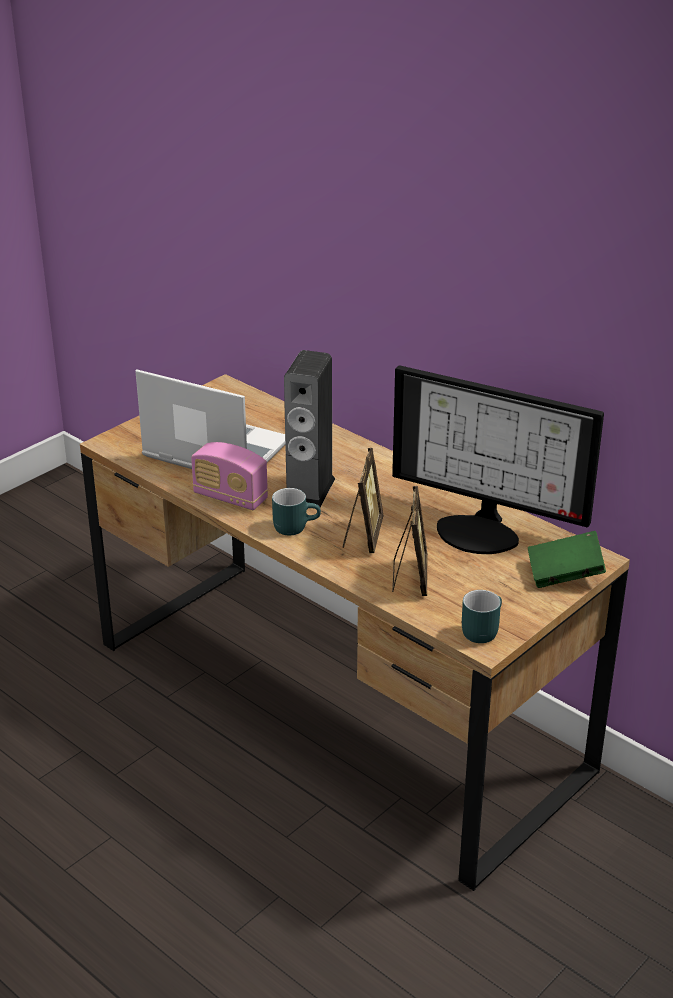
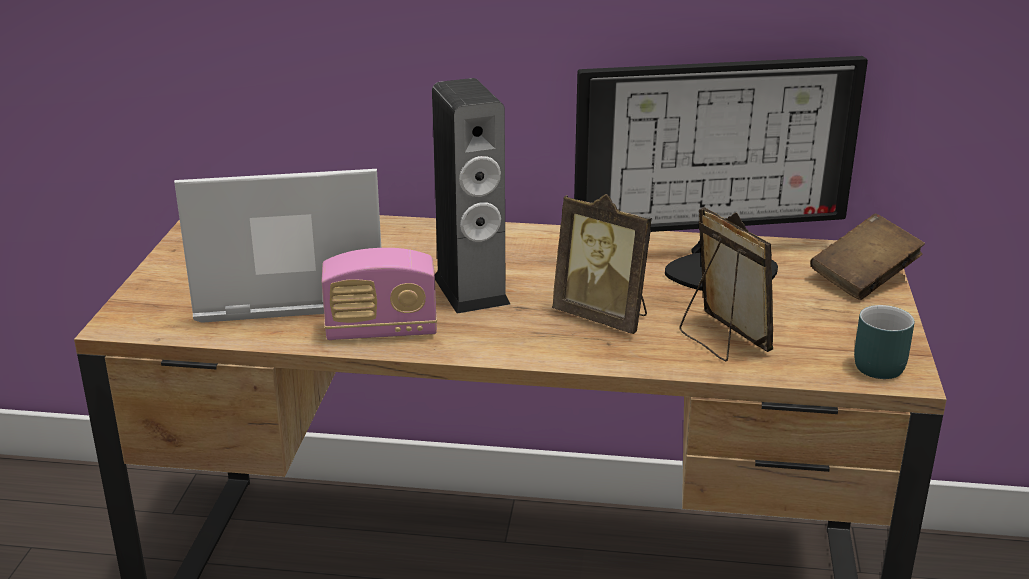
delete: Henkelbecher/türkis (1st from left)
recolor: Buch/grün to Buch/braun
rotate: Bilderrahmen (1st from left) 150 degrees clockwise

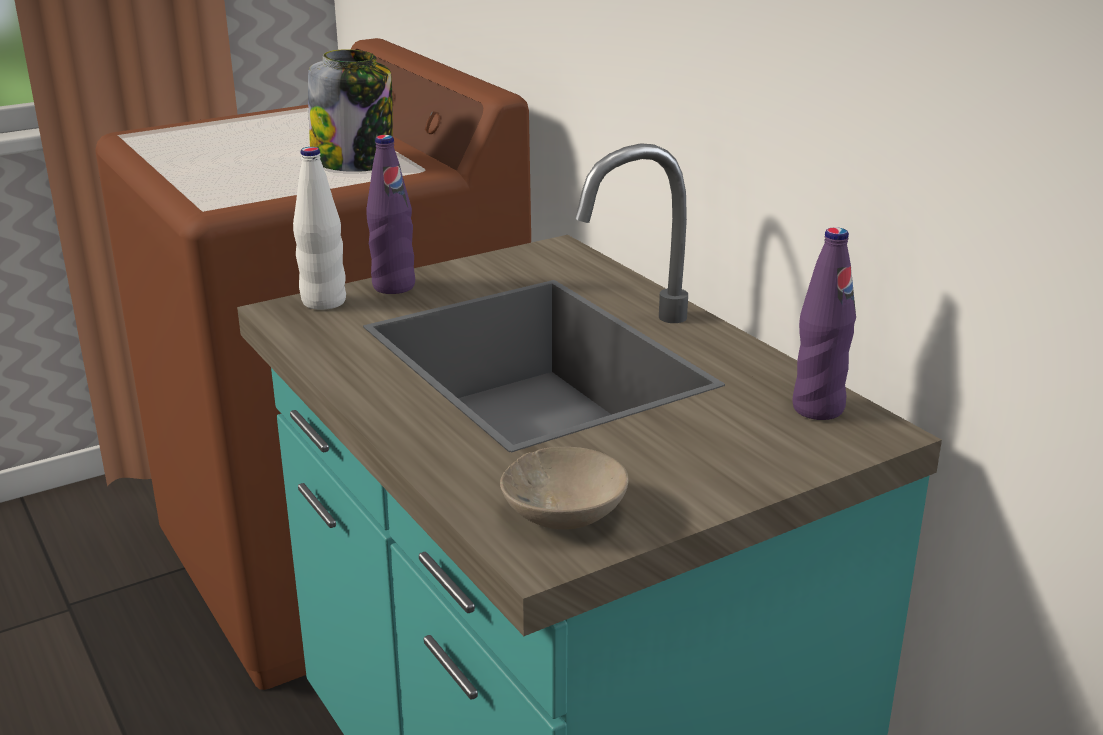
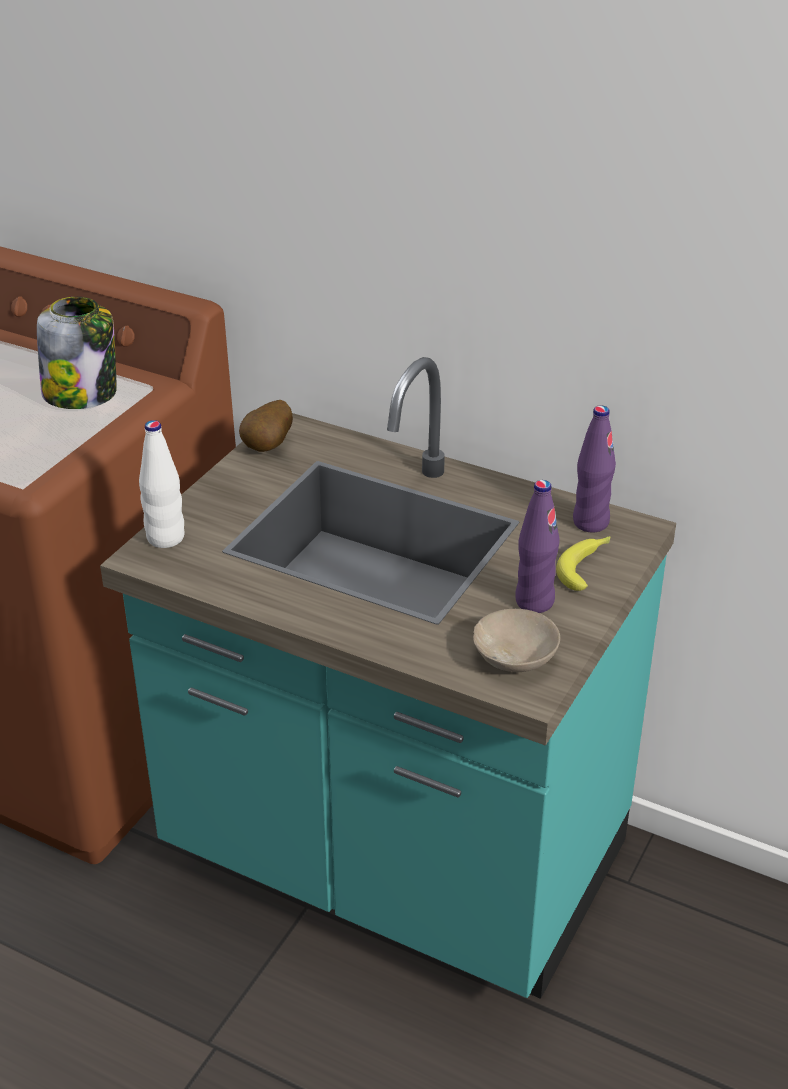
insert: Kartoffel; Banane
move: Flasche/lila (1st from left)

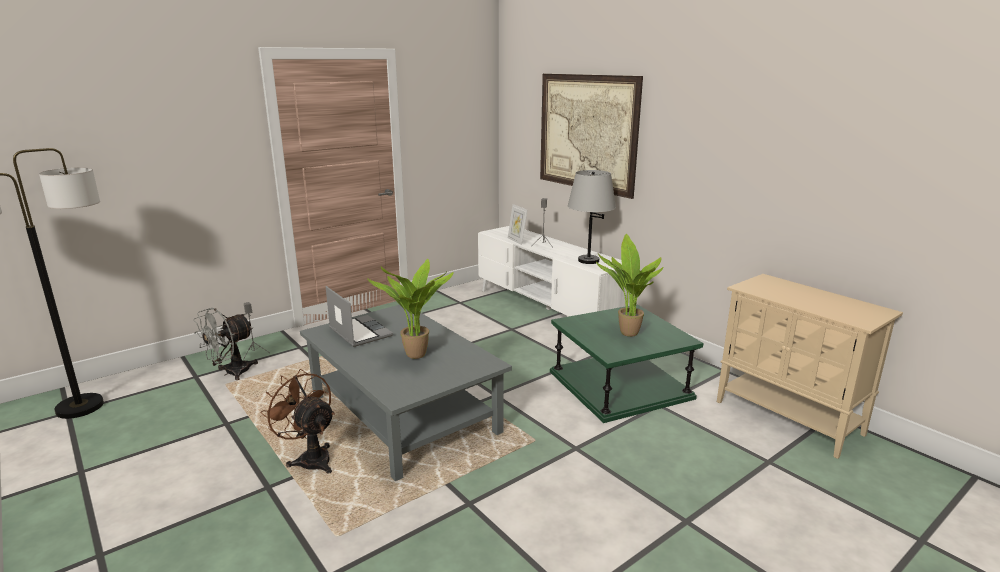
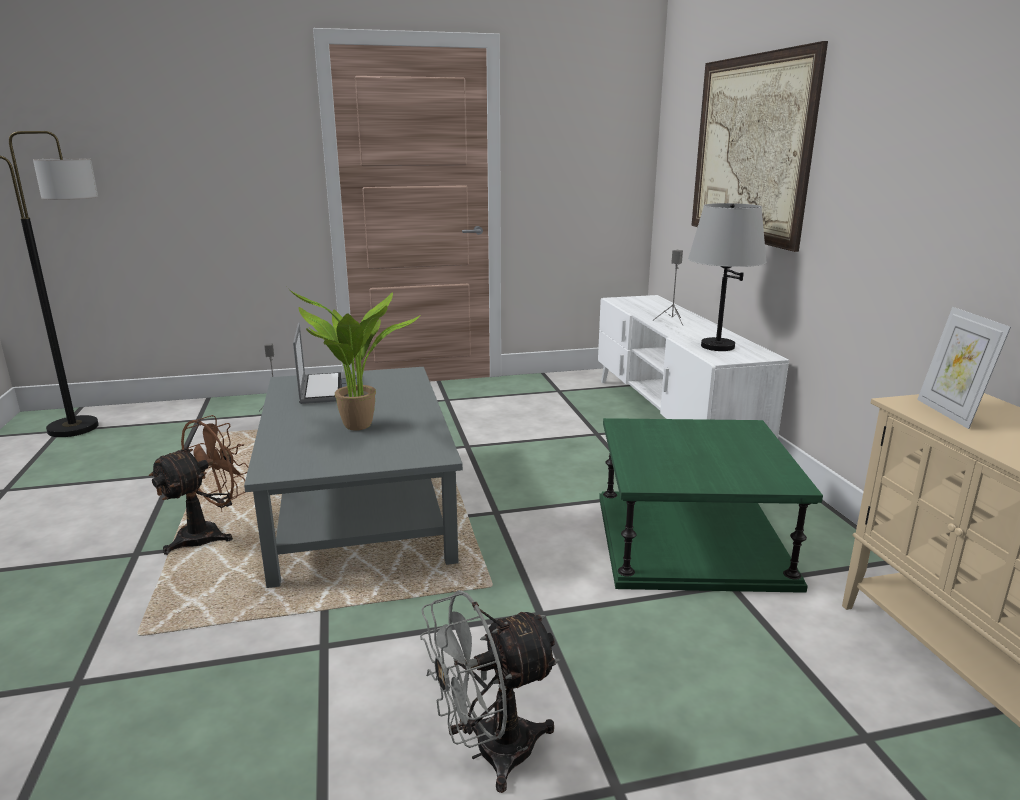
delete: Topfpflanze (2nd from left)
move: Bilderrahmen; Ventilator/grau
rotate: Ventilator/braun 60 degrees clockwise

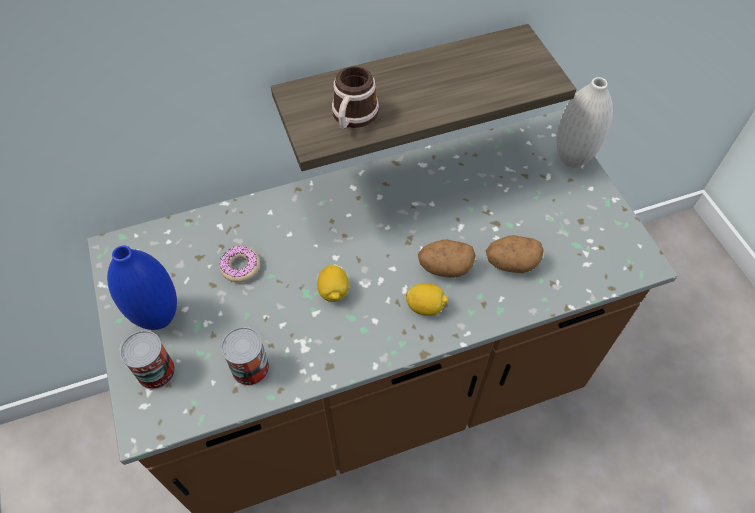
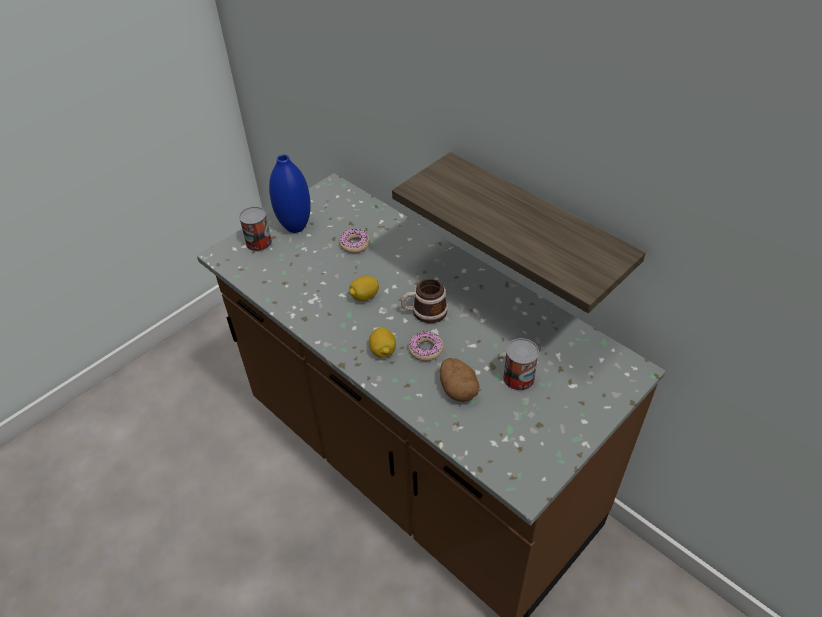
delete: Vase/weiß
move: Henkelbecher; Dose (2nd from left)
replace: Kartoffel (1st from left) to Donut (2nd from left)

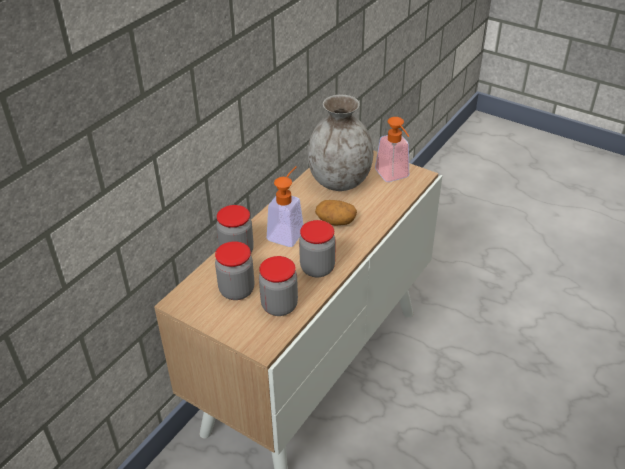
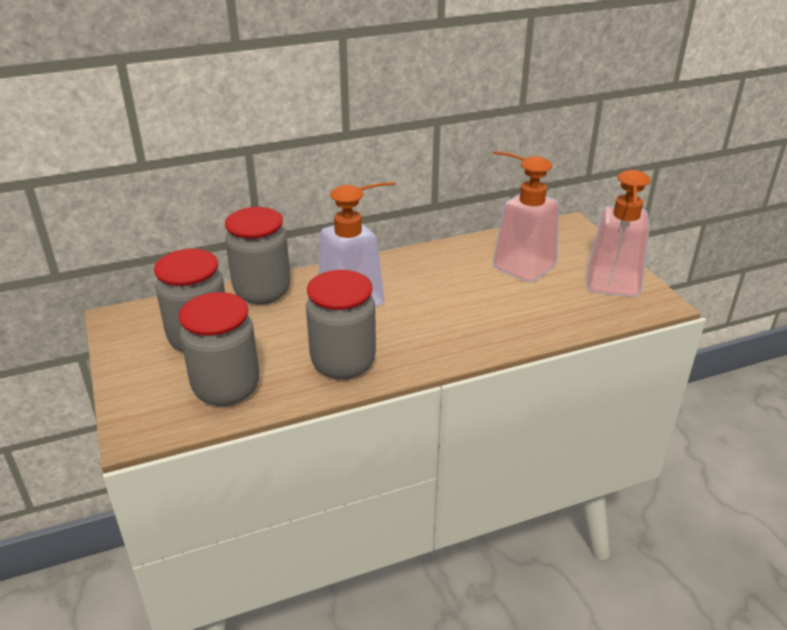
delete: Kartoffel
replace: Vase/grau to Seifenspender (2nd from left)

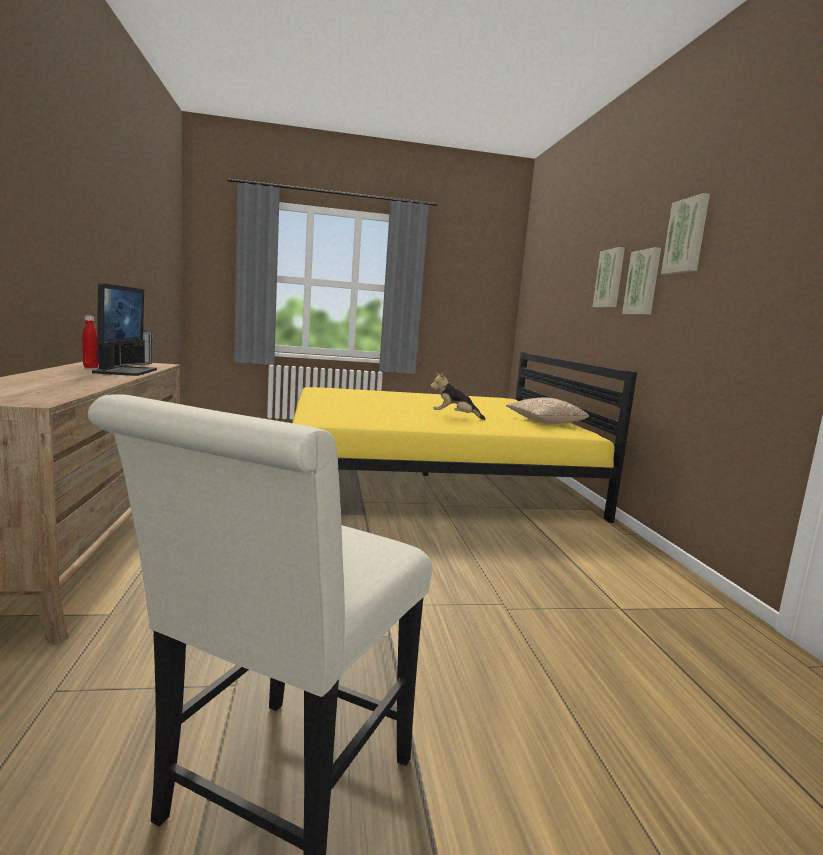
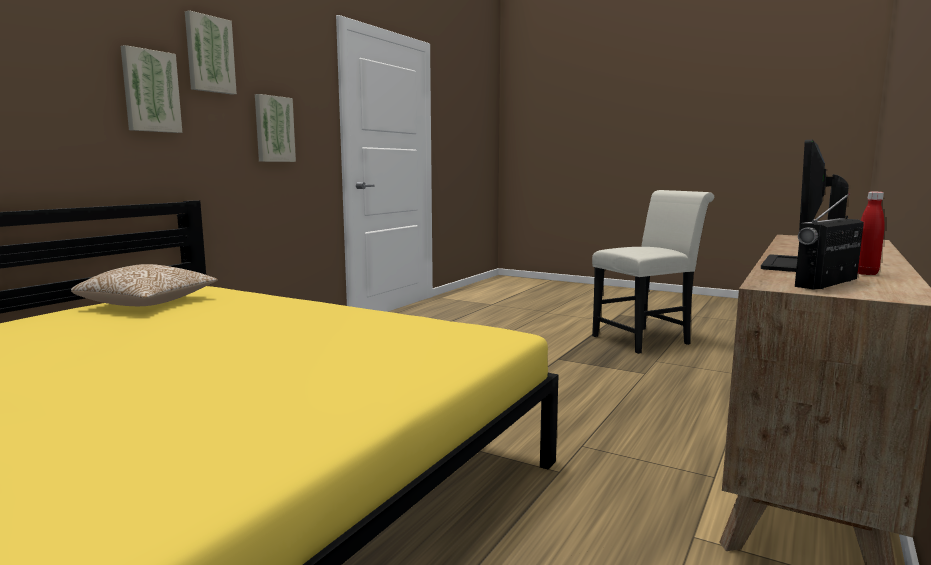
delete: Plüschtier
move: Bild (1st from left in the first image) to Bild (3rd from left)

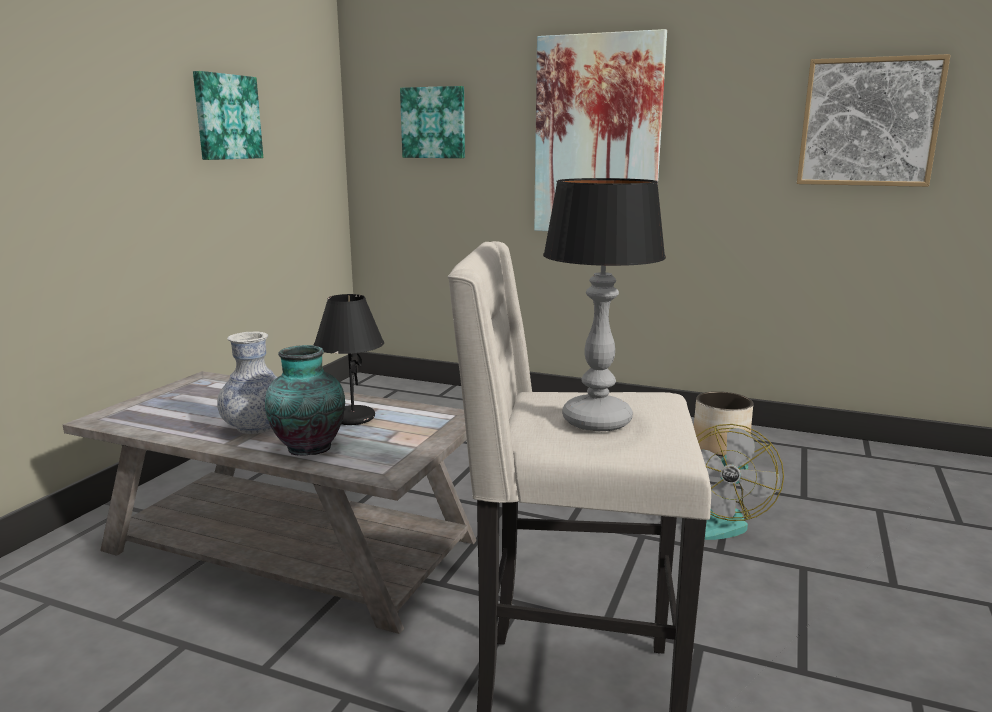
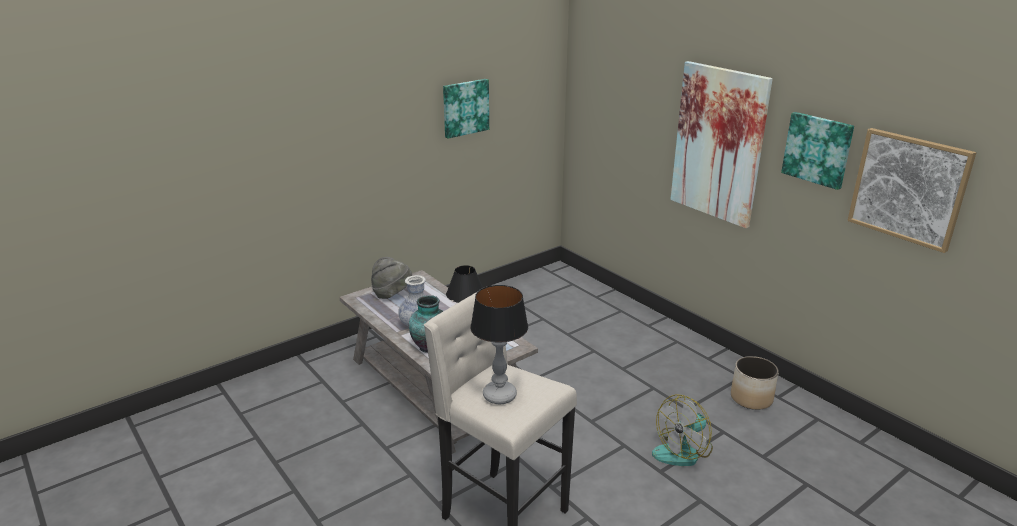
insert: Hut/grau
move: Bild (2nd from left in the first image) to Bild (3rd from left)

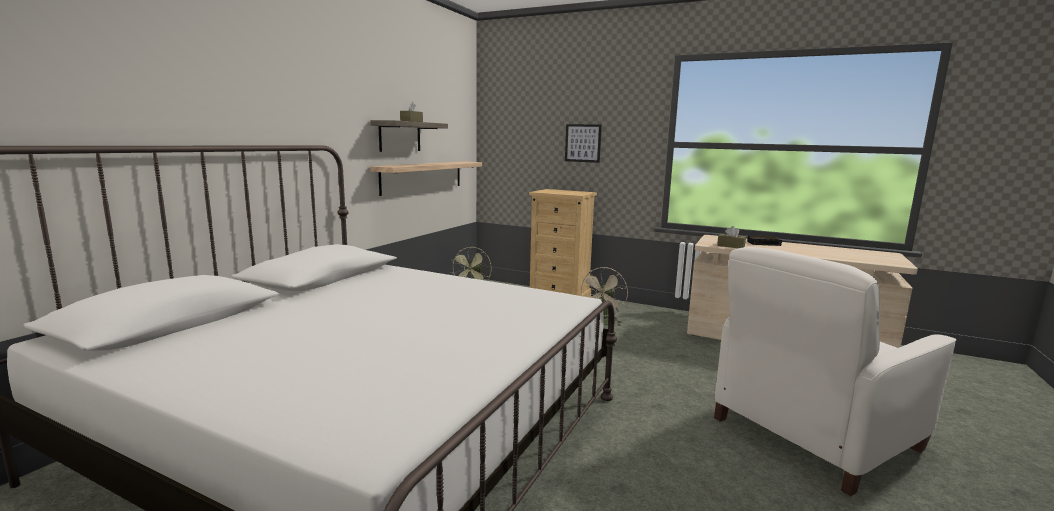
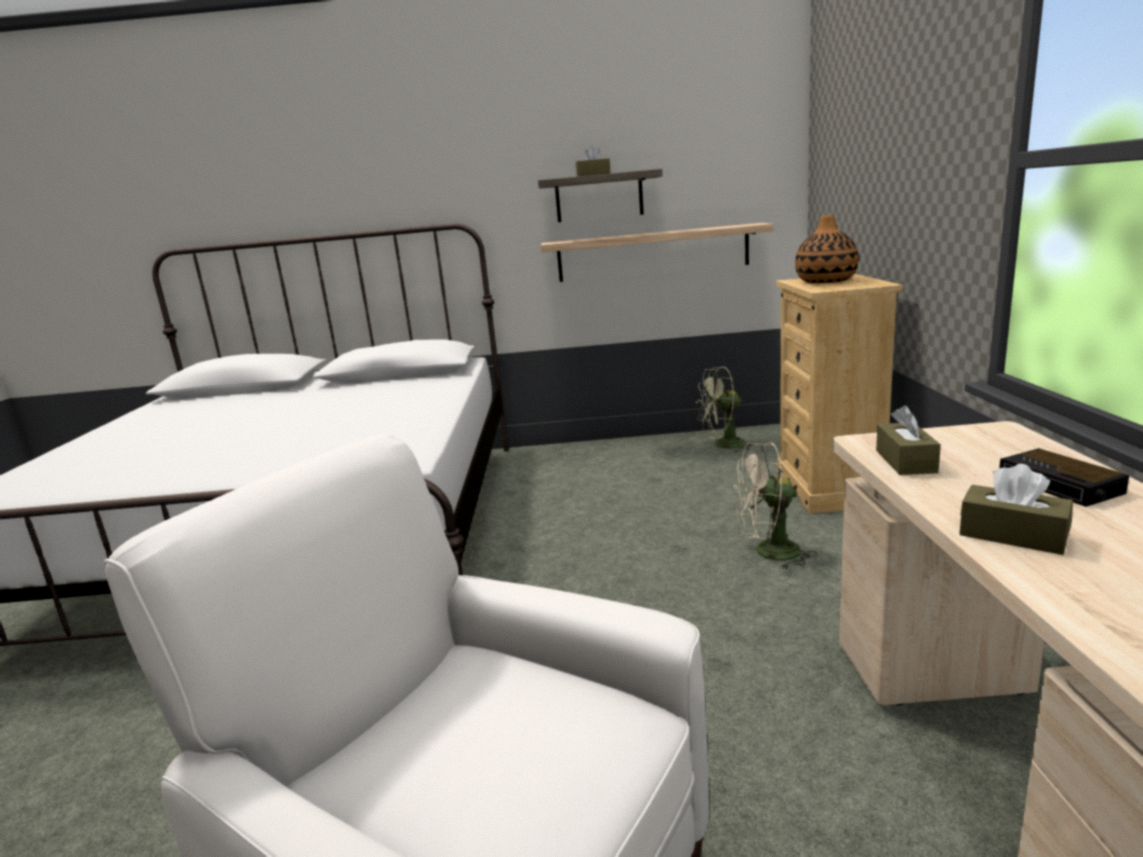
delete: Bild
insert: Vase; Taschentuchbox/braun (3rd from left)

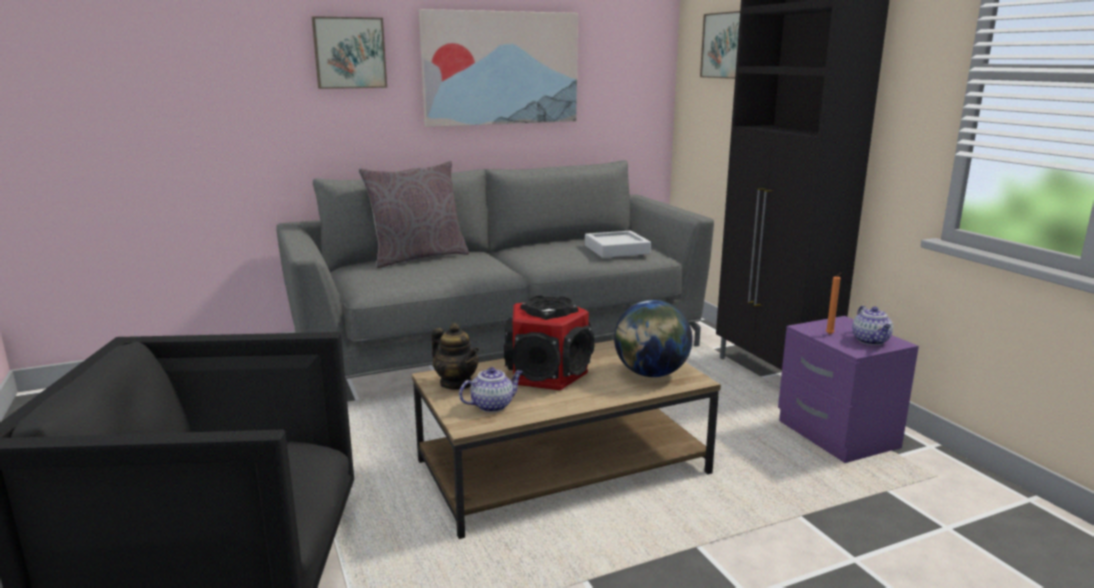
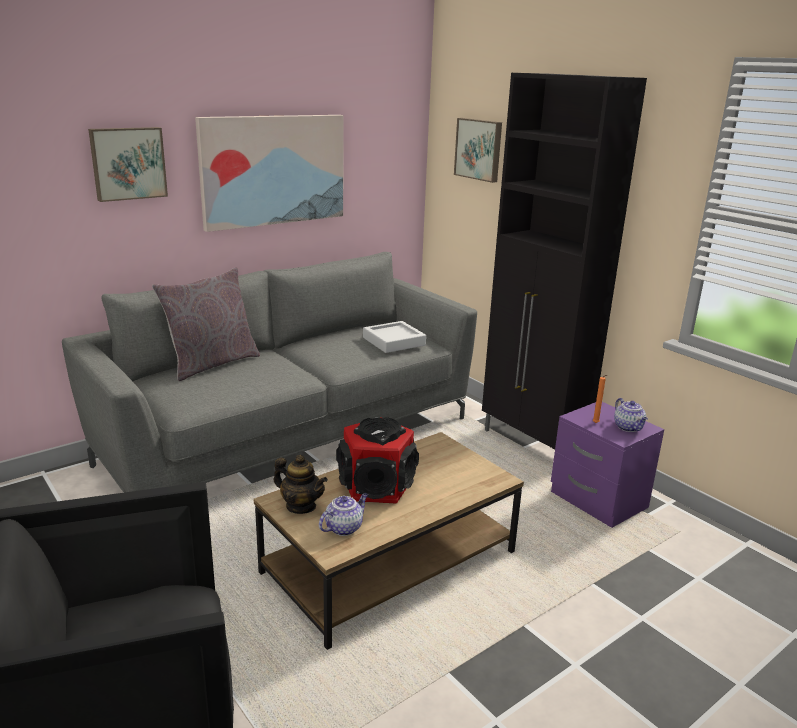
delete: Globus

